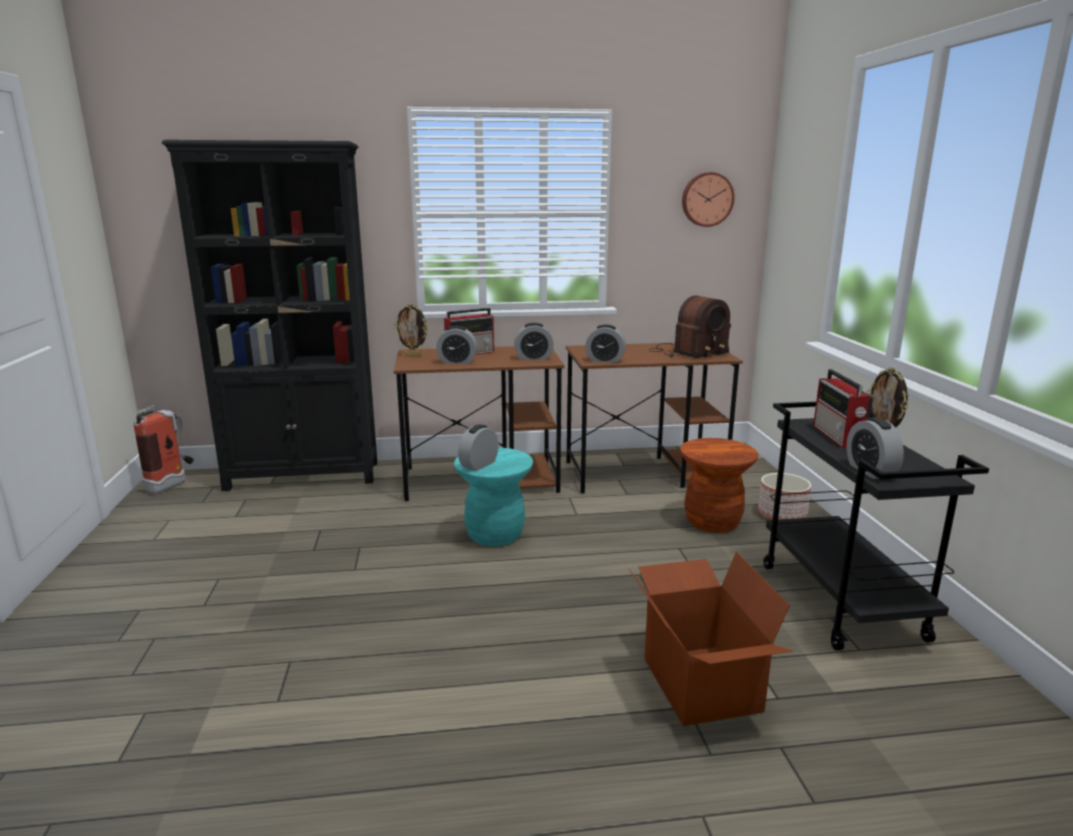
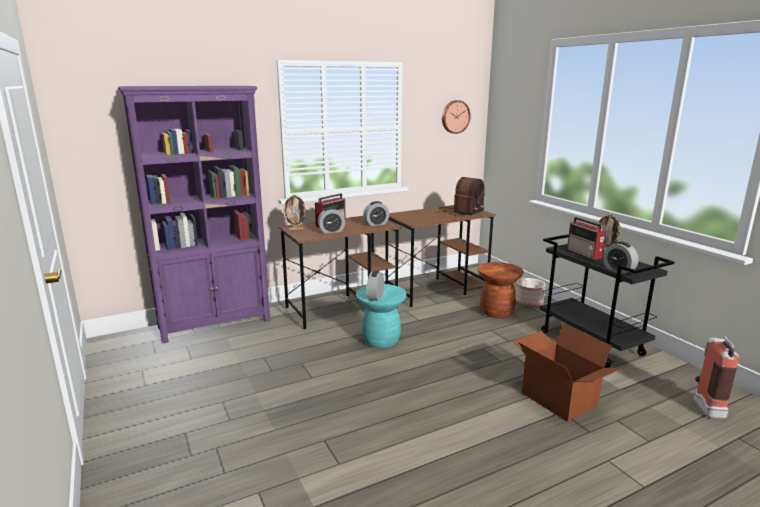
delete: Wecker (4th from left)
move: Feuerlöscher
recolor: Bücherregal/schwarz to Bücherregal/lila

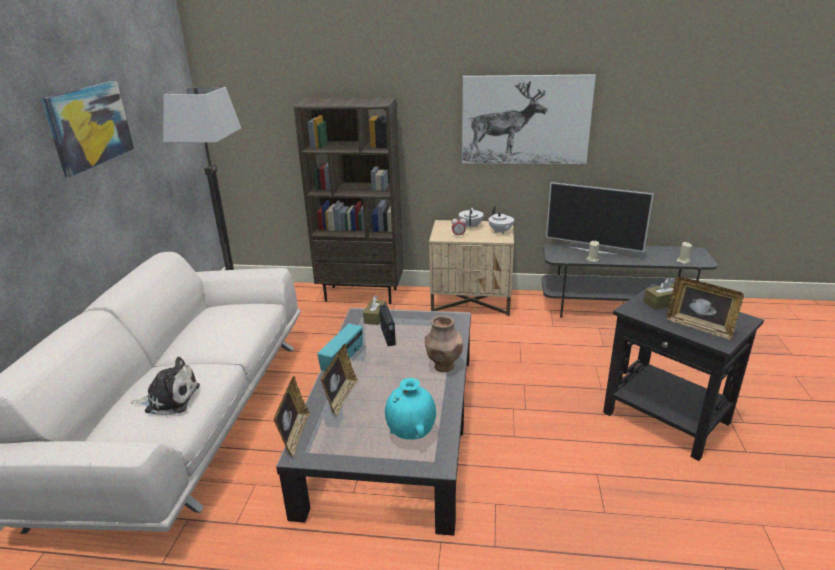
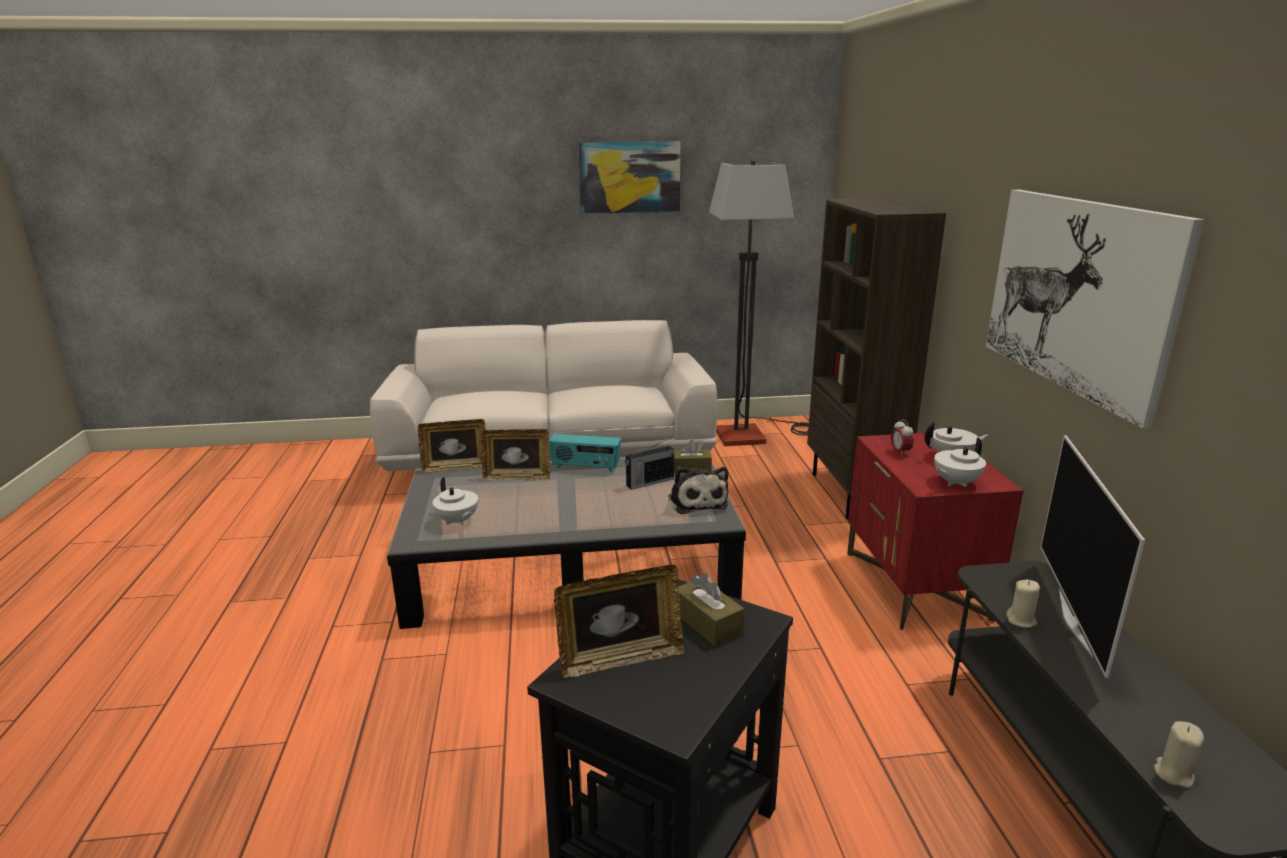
delete: Vase/braun
move: Plüschtier
replace: Vase/türkis to Teekanne/weiß (1st from left)
recolor: Nachttisch/beige to Nachttisch/rot
rotate: Bilderrahmen (3rd from left) 135 degrees counterclockwise

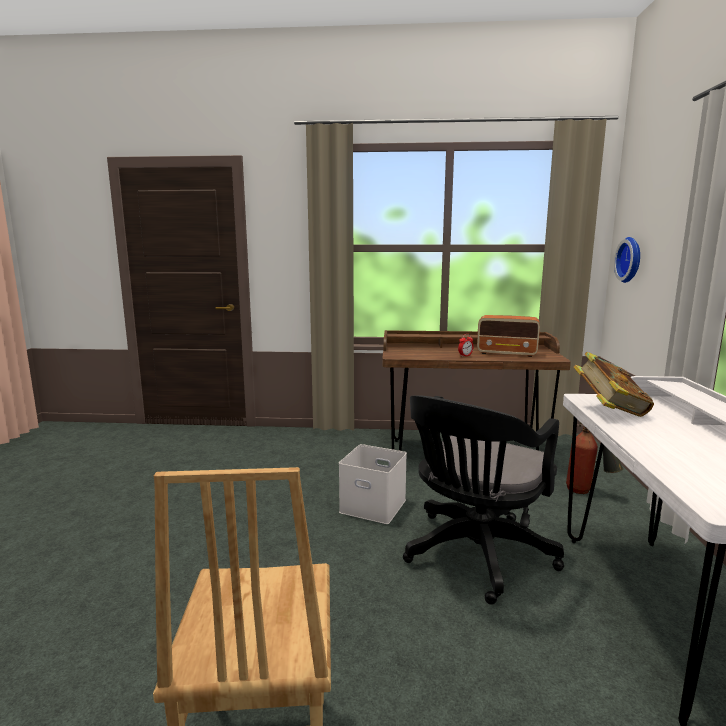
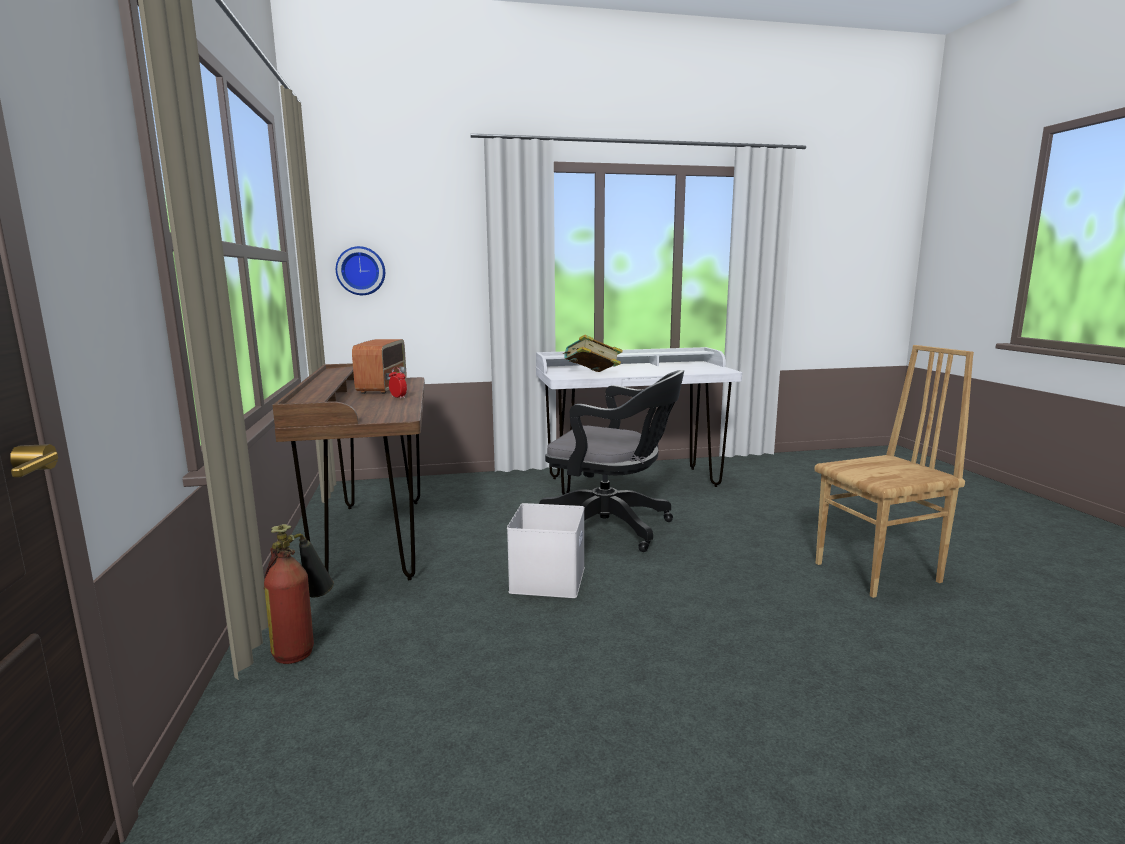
move: Feuerlöscher

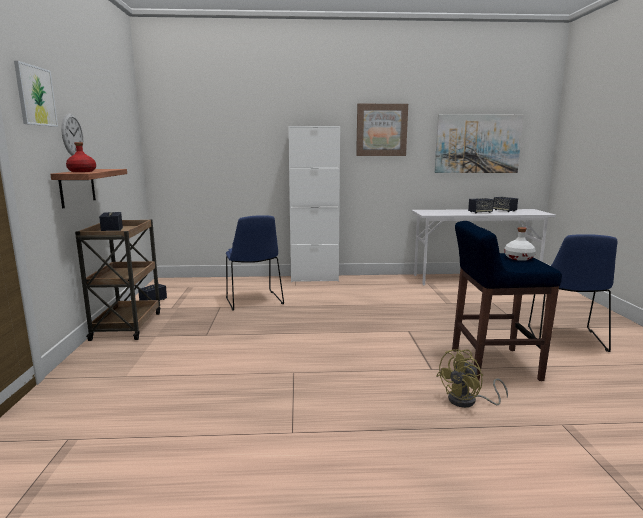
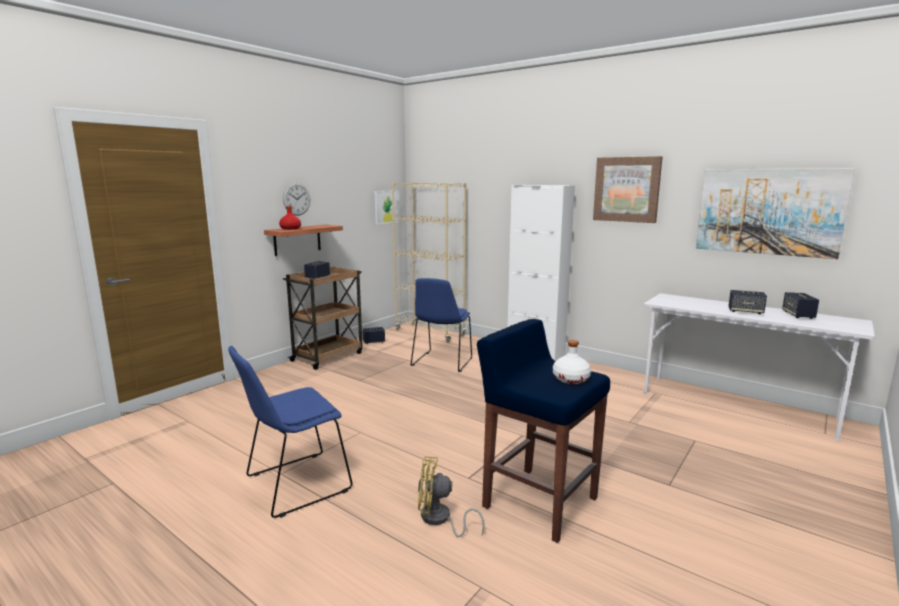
insert: Bücherregal/beige
move: Bild (1st from left); Stuhl/blau (2nd from left in the first image) to Stuhl/blau (1st from left)

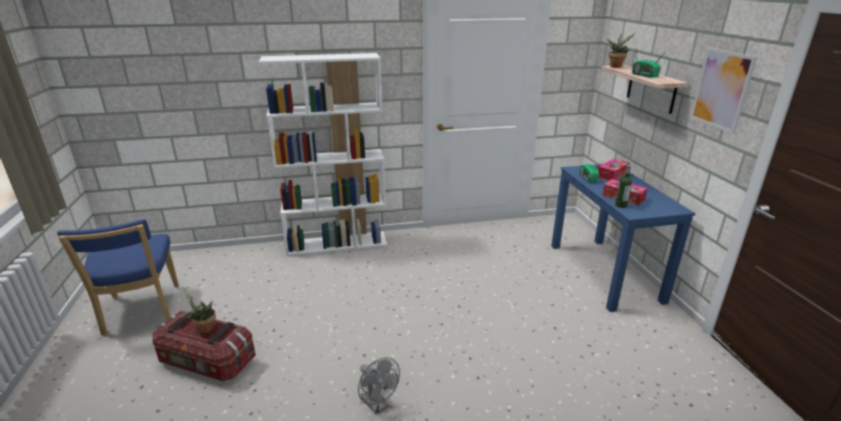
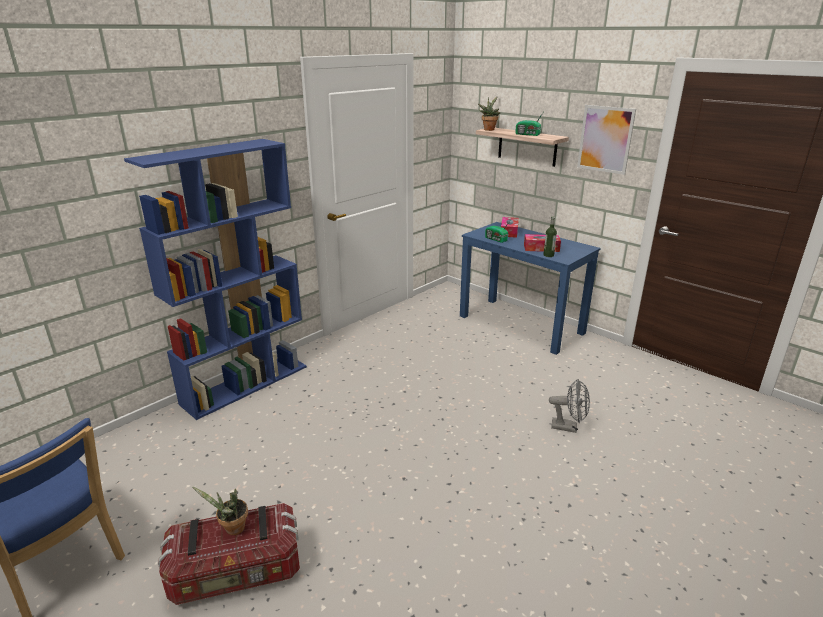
move: Ventilator/grau
recolor: Bücherregal/weiß to Bücherregal/blau

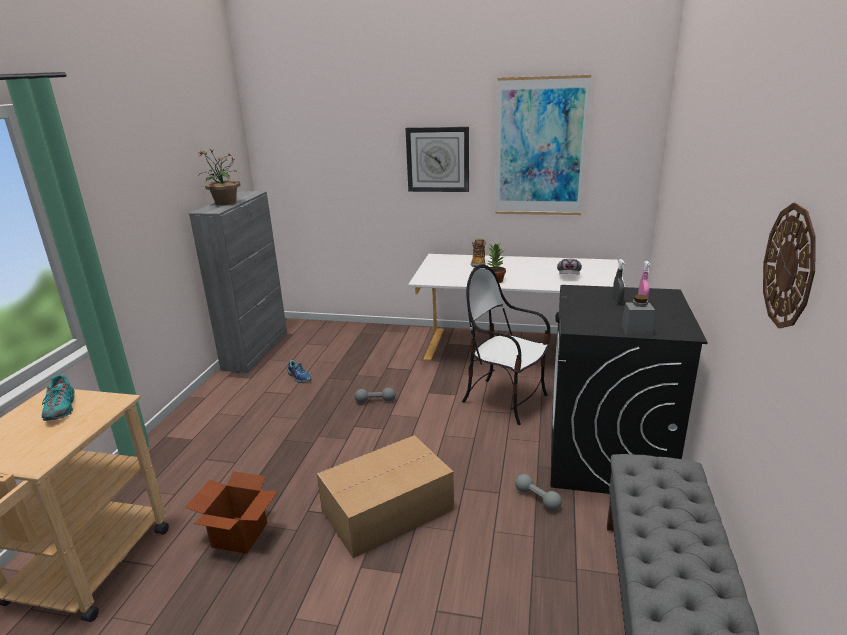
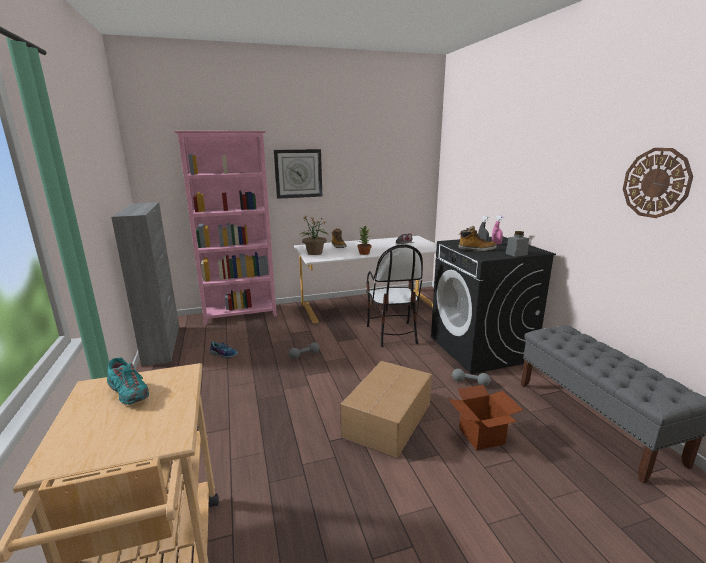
delete: Bild
insert: Bücherregal/rosa; Stiefel (2nd from left)
move: Topfpflanze (1st from left); Karton (1st from left in the first image) to Karton (2nd from left)
rotate: Stuhl 105 degrees counterclockwise

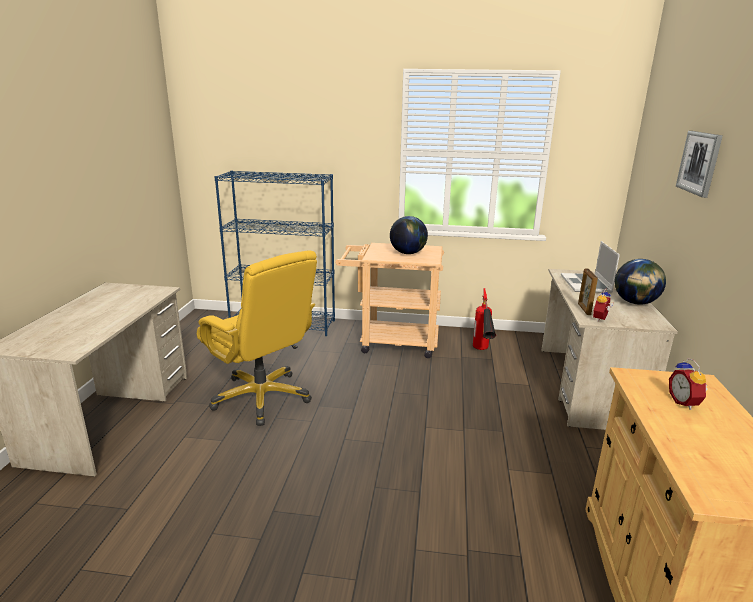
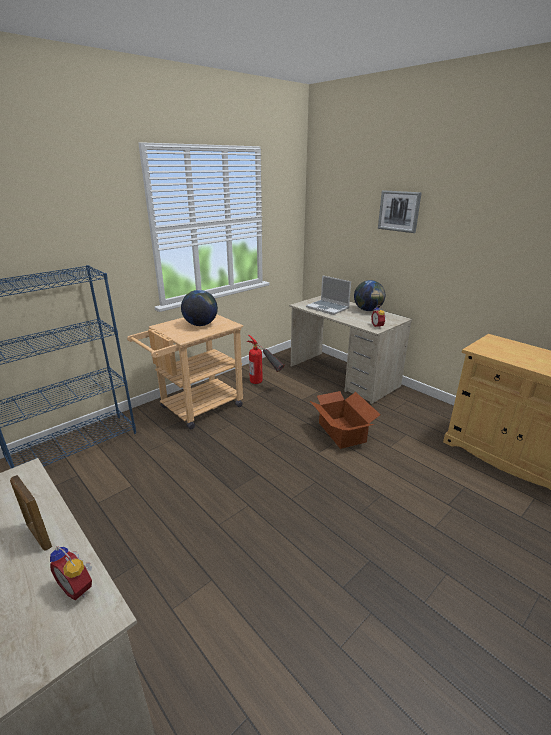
delete: Bürostuhl/gelb
insert: Karton
move: Bilderrahmen; Wecker (2nd from left in the first image) to Wecker (1st from left)

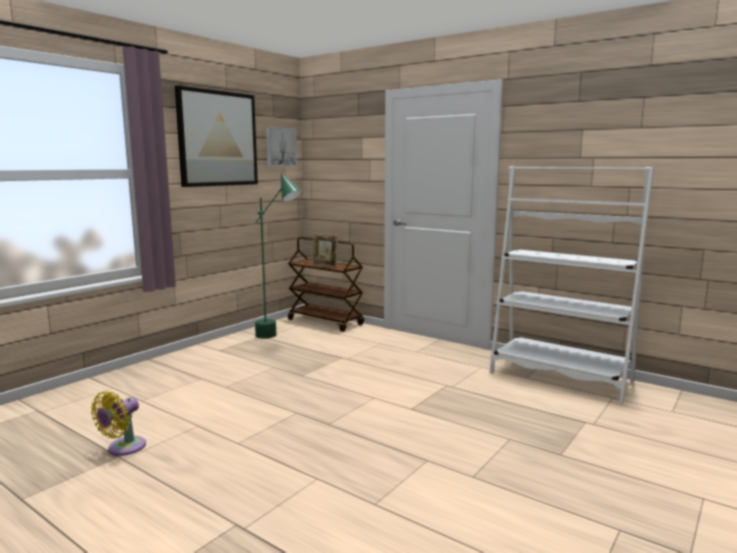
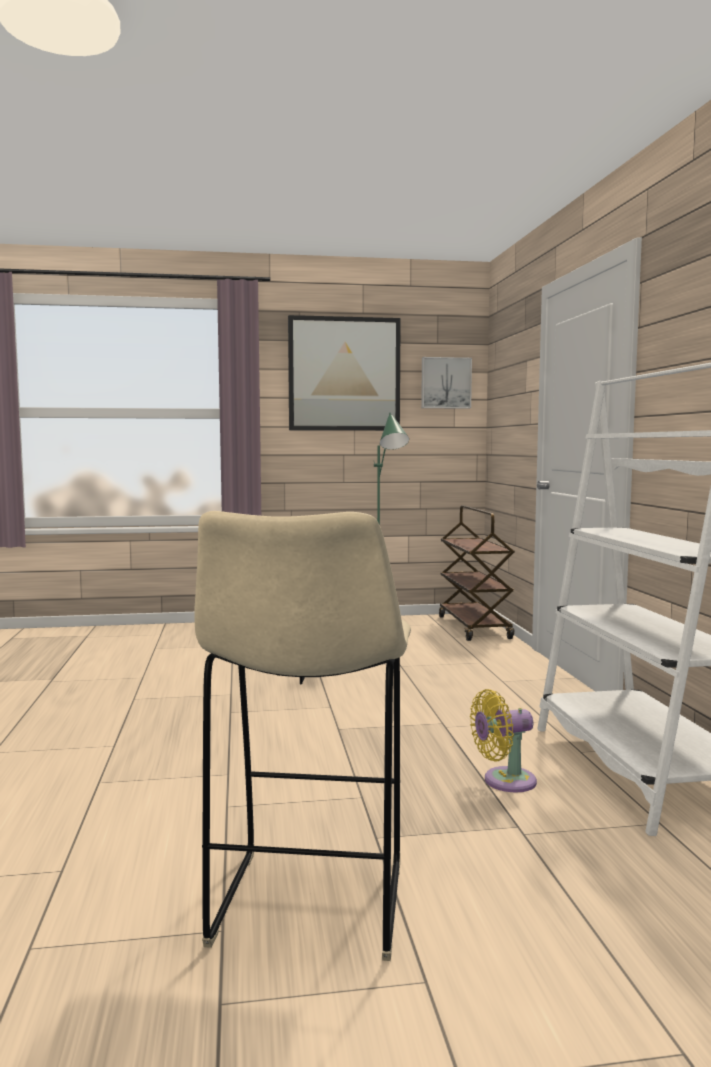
delete: Bilderrahmen
insert: Hocker/beige
move: Ventilator/gelb

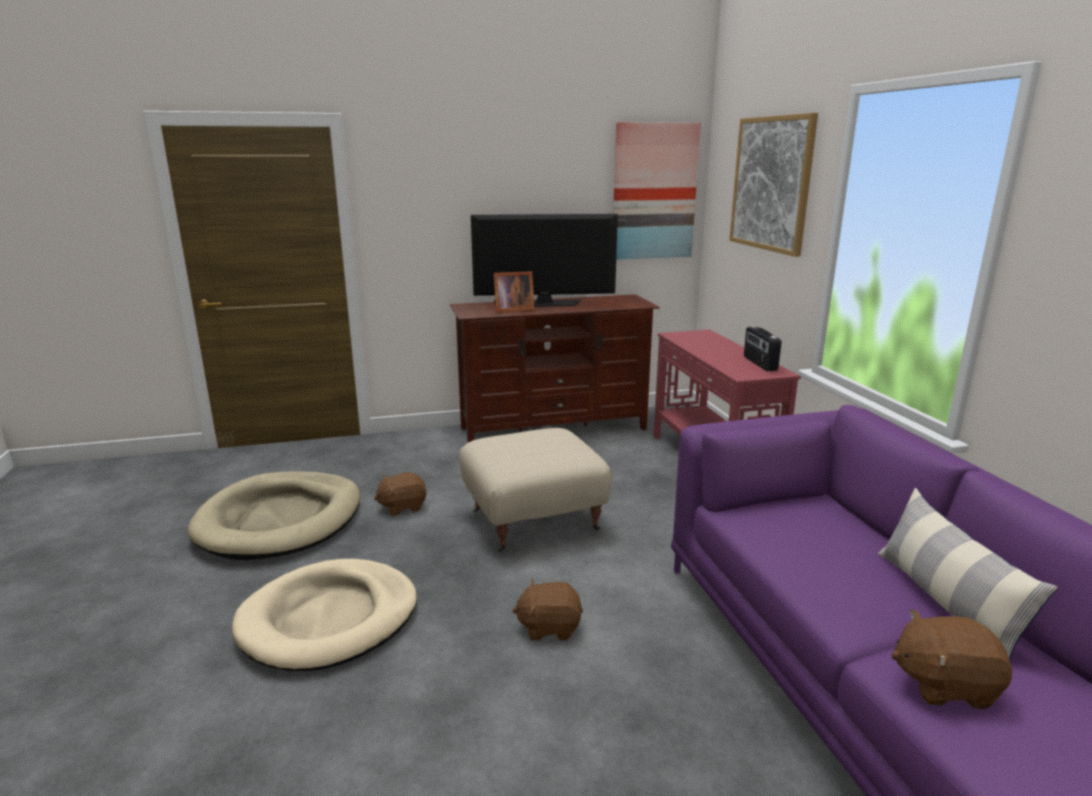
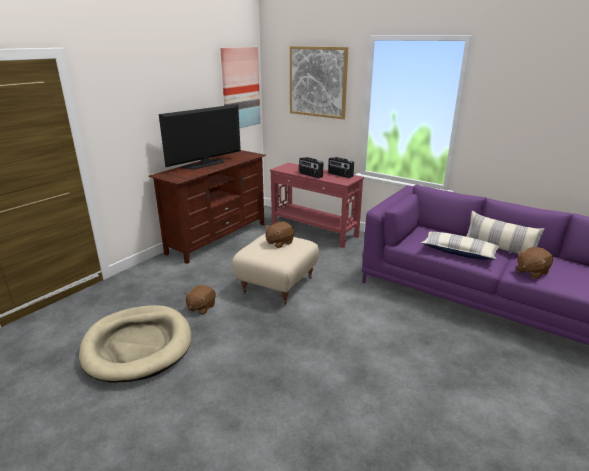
delete: Bilderrahmen; Hundebett/beige (2nd from left)
insert: Radio (1st from left); Kissen (1st from left)
move: Plüschtier/braun (2nd from left)

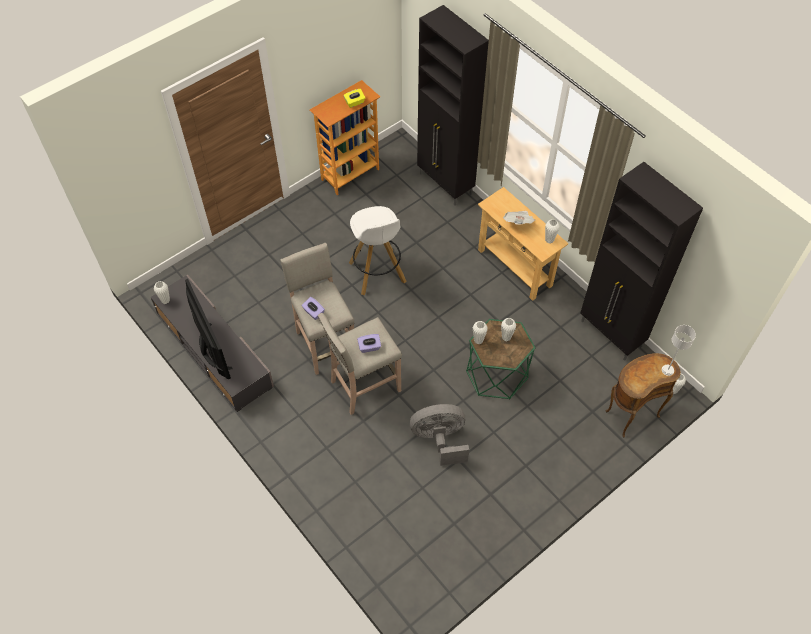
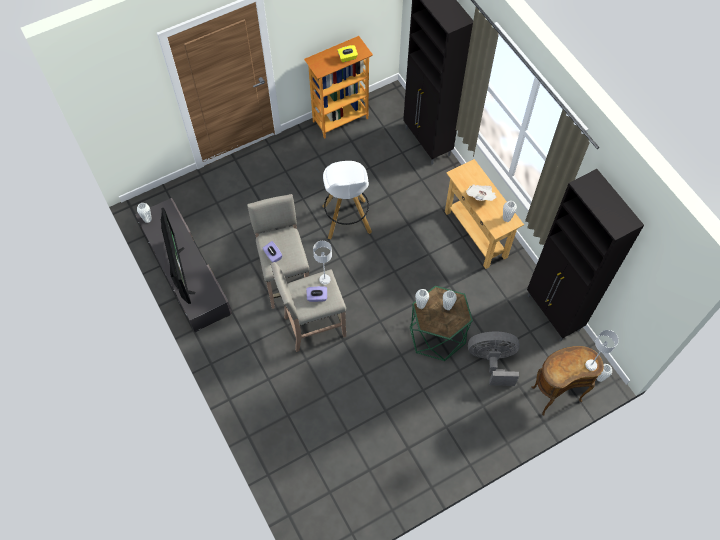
insert: Tischlampe/grau (1st from left)
move: Ventilator/grau

